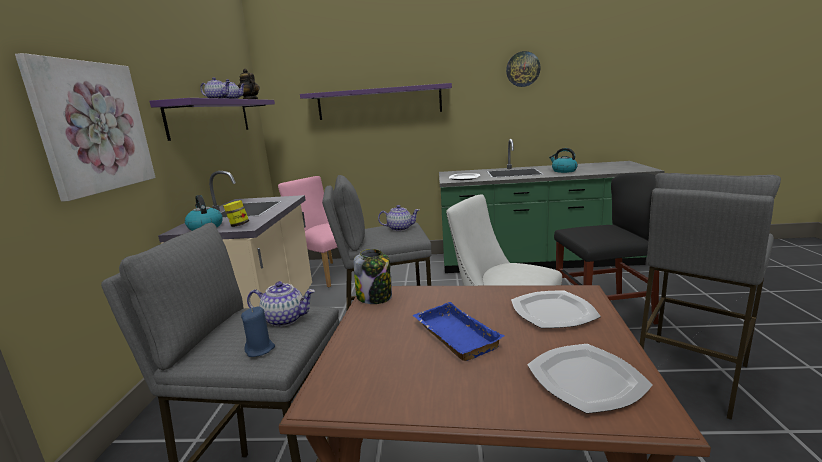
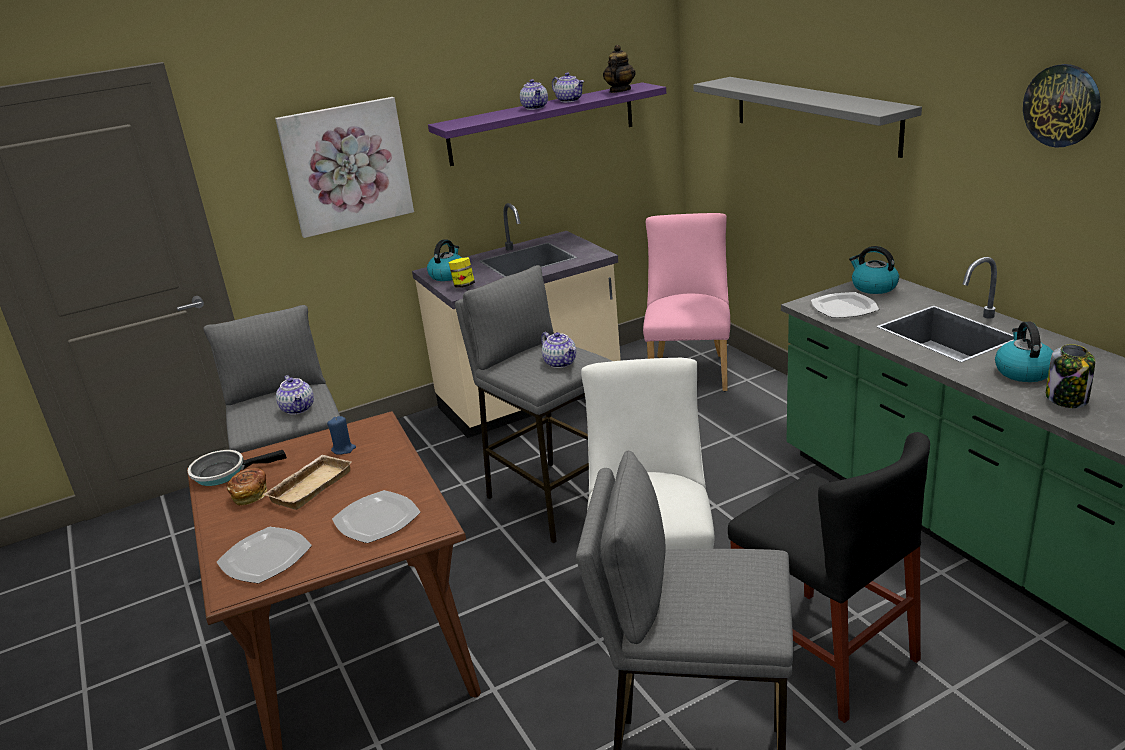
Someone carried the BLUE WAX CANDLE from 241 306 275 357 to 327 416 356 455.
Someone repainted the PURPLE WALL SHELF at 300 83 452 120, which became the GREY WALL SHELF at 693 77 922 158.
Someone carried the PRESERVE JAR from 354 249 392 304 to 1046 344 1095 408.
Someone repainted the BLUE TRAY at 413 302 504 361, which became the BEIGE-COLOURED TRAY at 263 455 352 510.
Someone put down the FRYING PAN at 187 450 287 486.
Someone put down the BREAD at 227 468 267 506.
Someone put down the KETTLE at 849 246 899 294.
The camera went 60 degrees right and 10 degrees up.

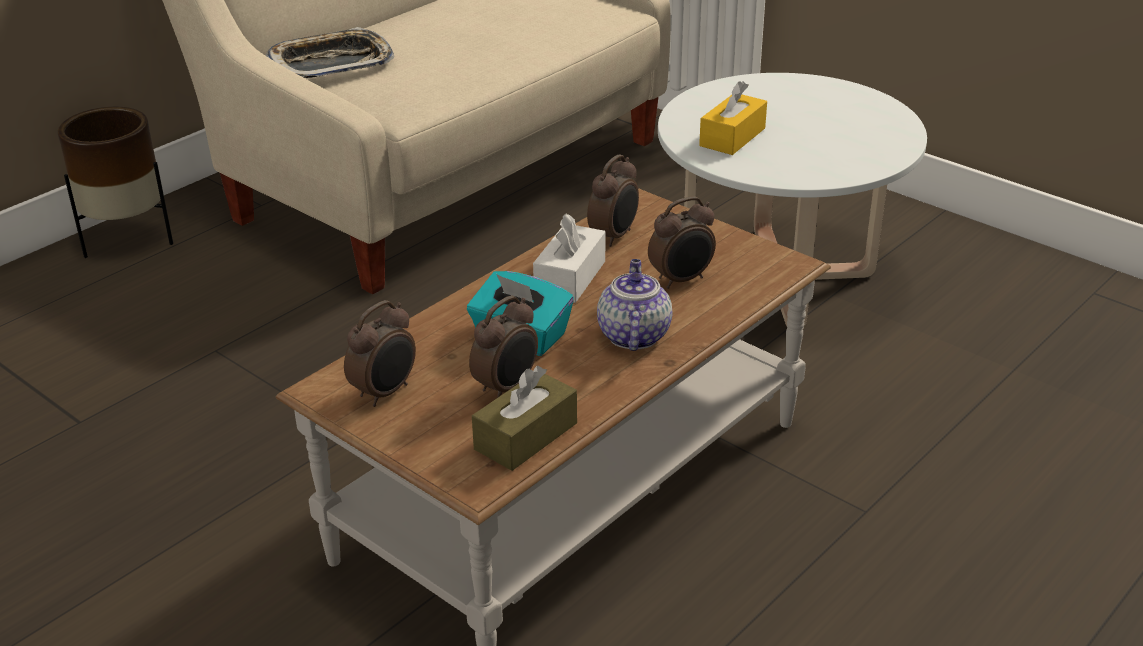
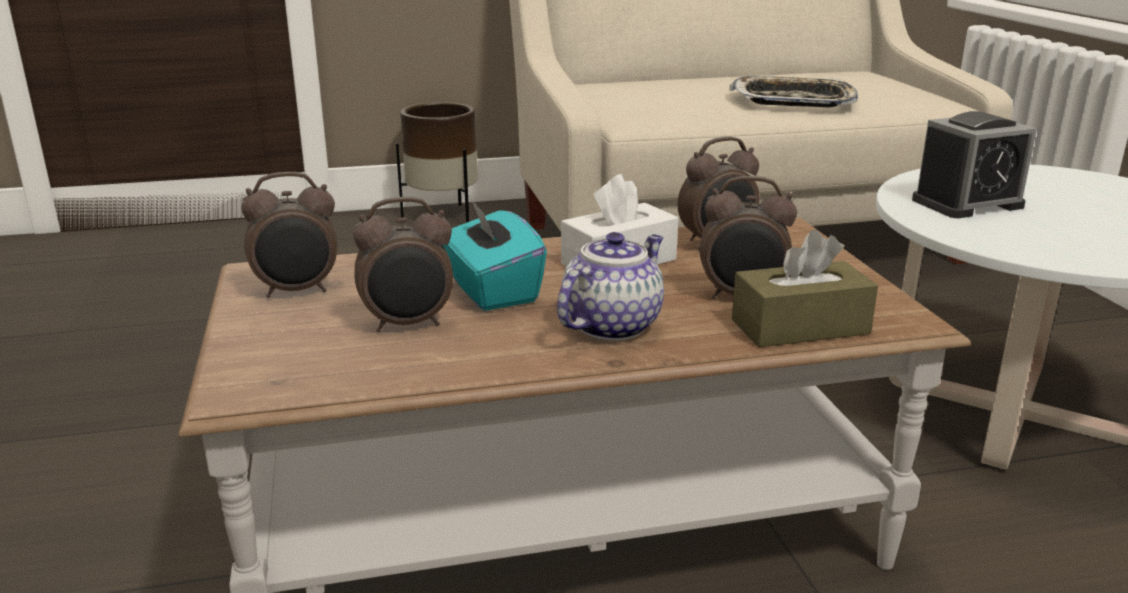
Someone carried the TRAY from 266 27 395 78 to 729 76 858 107.
Someone carried the BROWN-COLOURED TISSUE HOLDER from 472 366 577 471 to 732 230 878 347.
Someone swapped the YELLOW TISSUE HOLDER at 699 81 767 155 for the BEDSIDE CLOCK at 912 111 1037 218.
The camera went 35 degrees right and 10 degrees down.

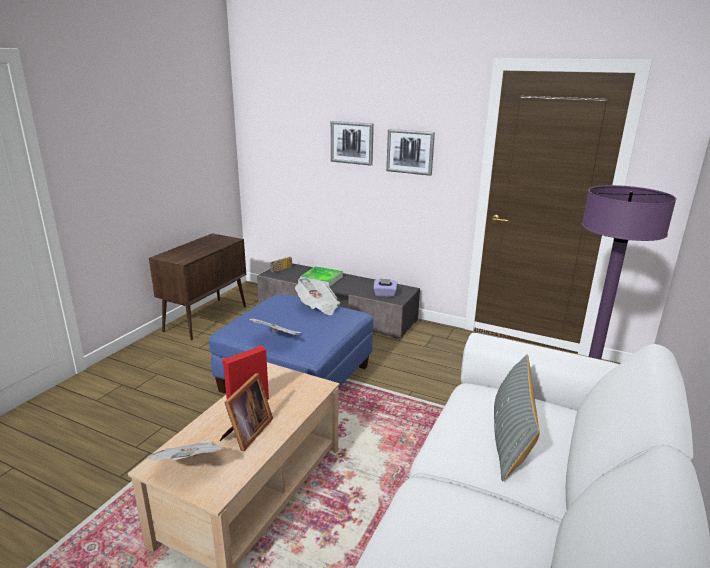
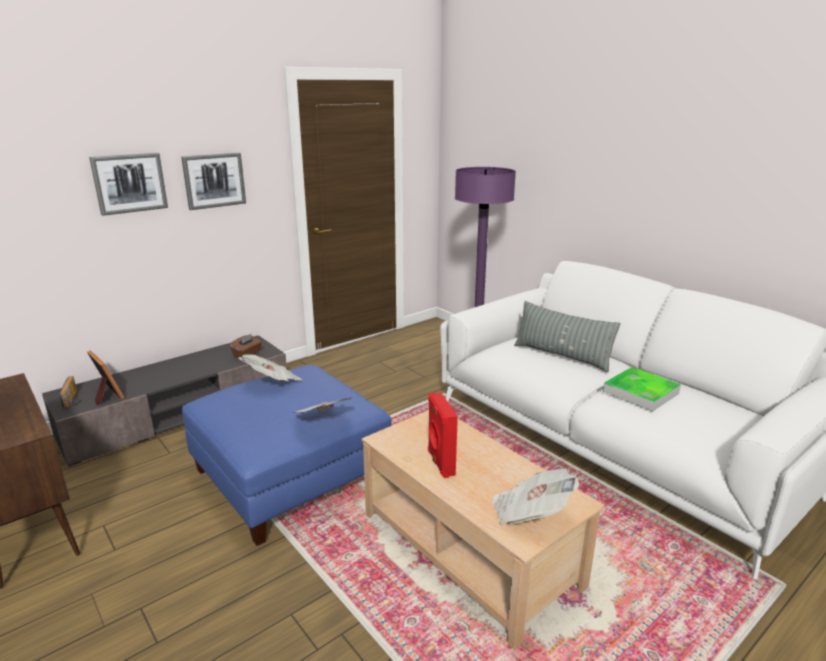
Someone carried the PHOTO FRAME from 220 373 273 451 to 87 350 125 406.
Someone carried the TRAY from 300 266 343 287 to 603 367 681 412.
Someone repainted the PURPLE TISSUE HOLDER at 373 278 397 297, which became the BROWN-COLOURED TISSUE HOLDER at 229 334 262 358.
The camera went 65 degrees left and 0 degrees up.

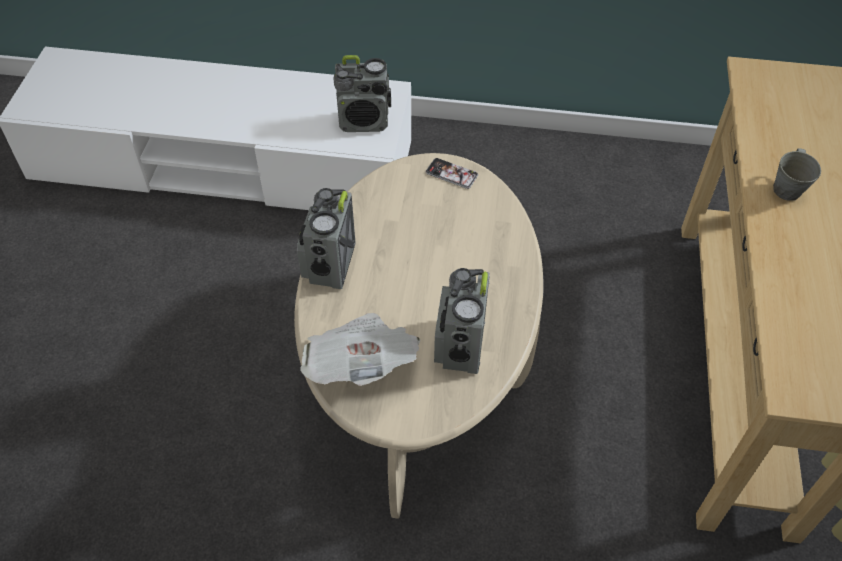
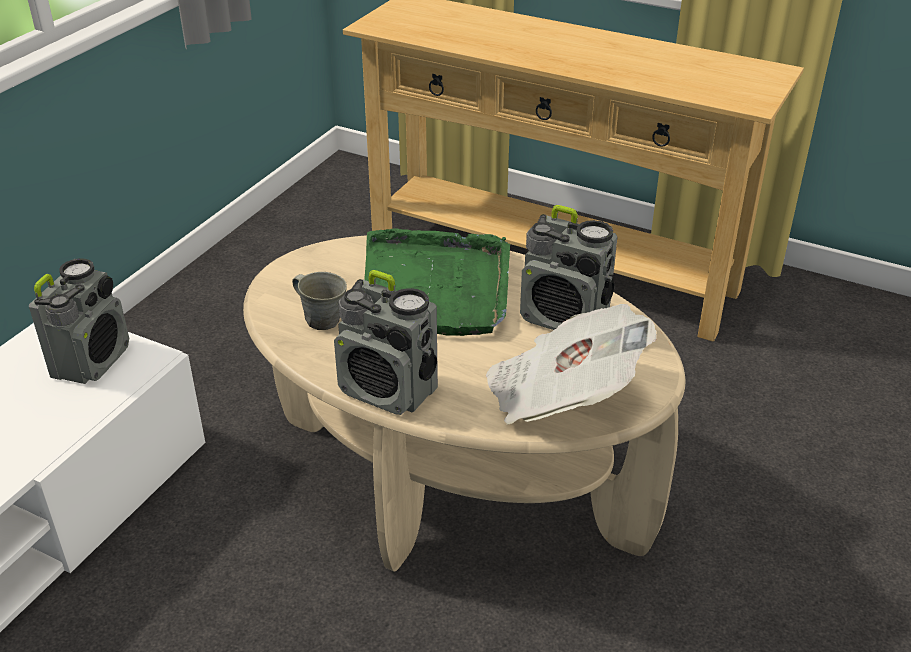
Someone took away the HANDSET at 426 158 478 189.
Someone carried the GREY MUG from 773 148 821 200 to 292 272 347 330.
Someone put down the GREEN-COLOURED TRAY at 364 229 510 336.
The camera went 70 degrees left and 15 degrees down.

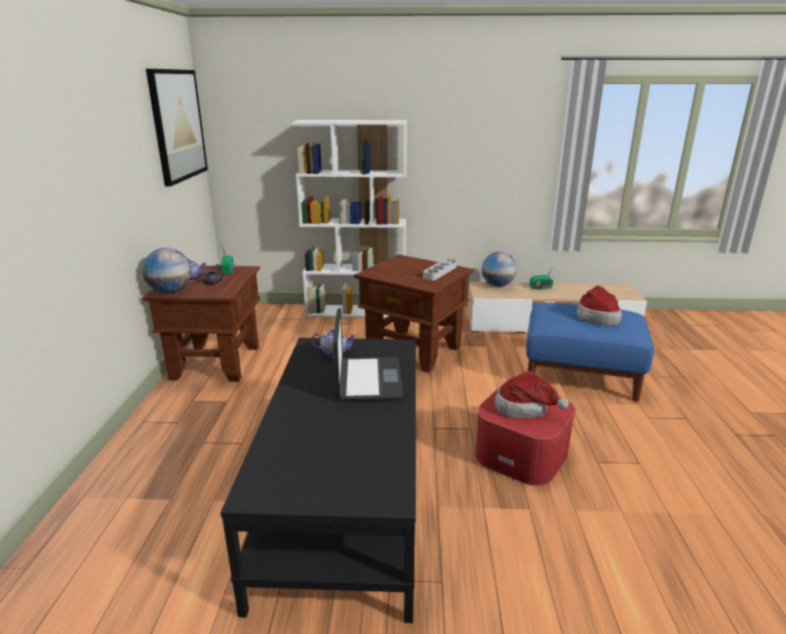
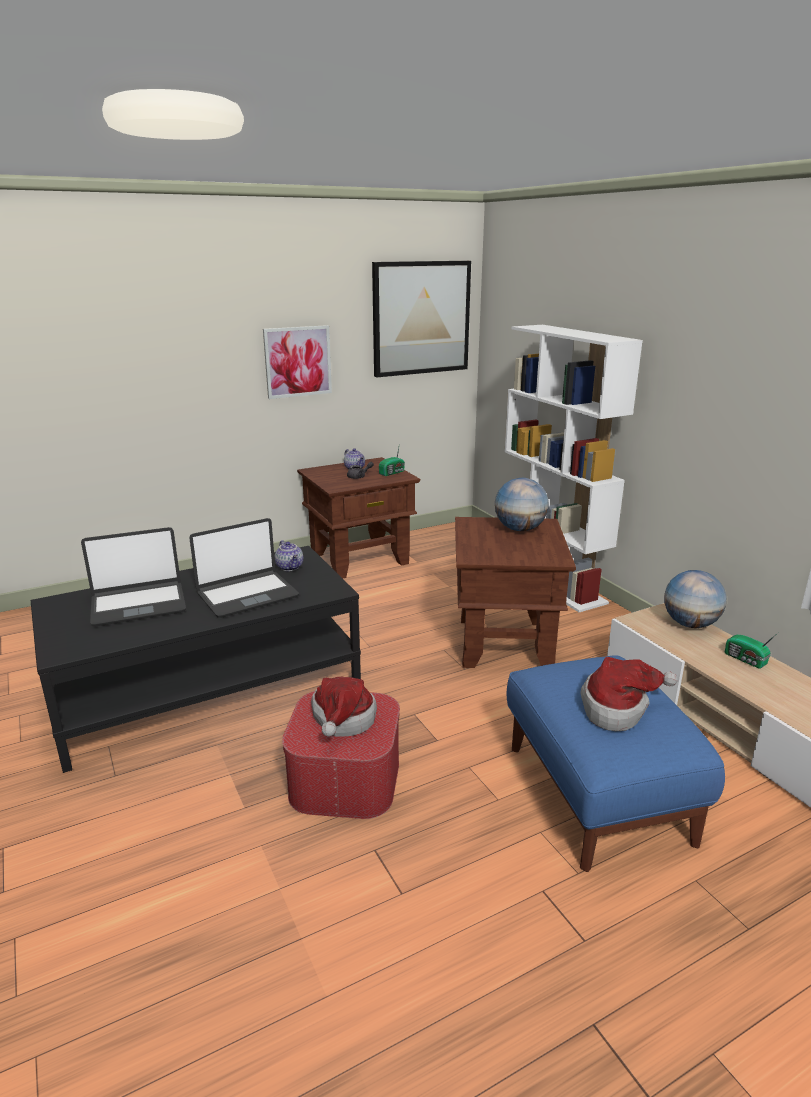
Someone carried the GLOBE from 142 248 191 293 to 495 478 549 531.
Someone took away the GREY TRAY at 423 259 457 280.
Someone put down the LAPTOP at 81 527 186 627.
Someone put up the WALL ART at 263 325 332 399.
The camera went 60 degrees right and 0 degrees up.

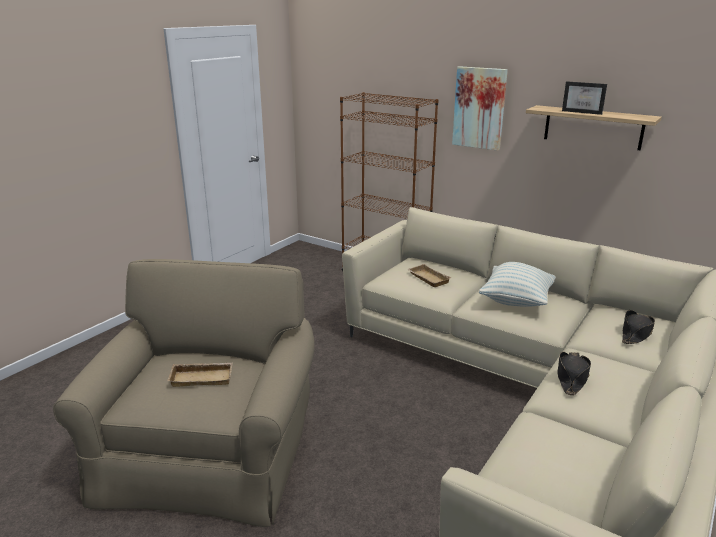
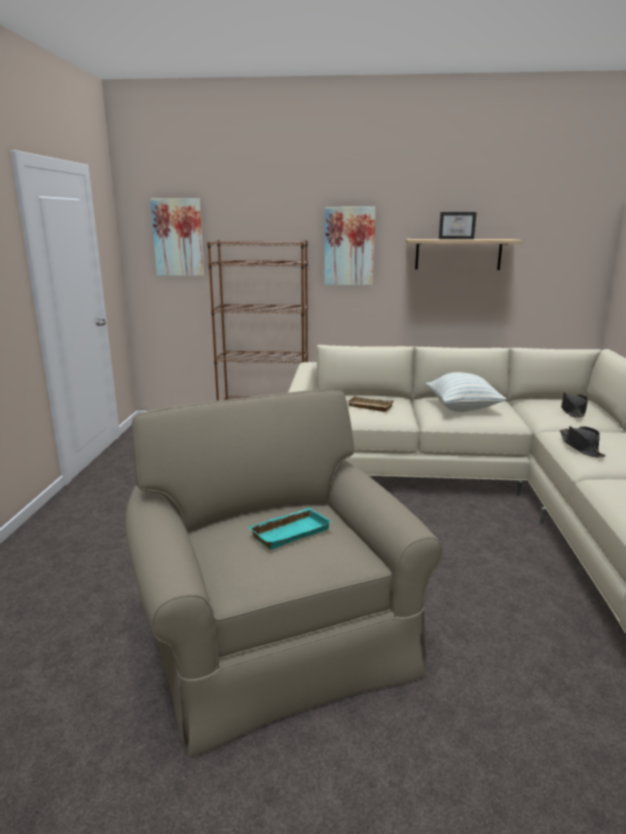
Someone repainted the BEIGE-COLOURED TRAY at 167 362 233 387, which became the TURQUOISE-COLOURED TRAY at 248 508 332 550.
Someone put up the WALL ART at 150 198 204 276.
The camera went 30 degrees left and 5 degrees down.

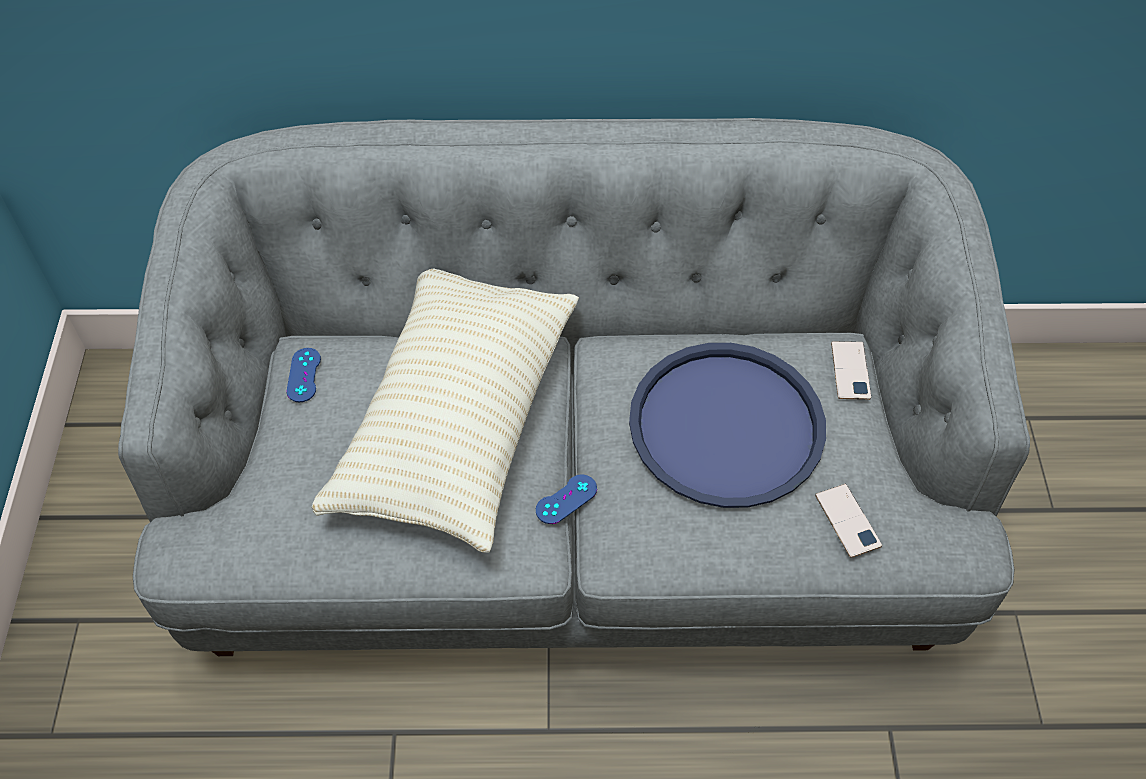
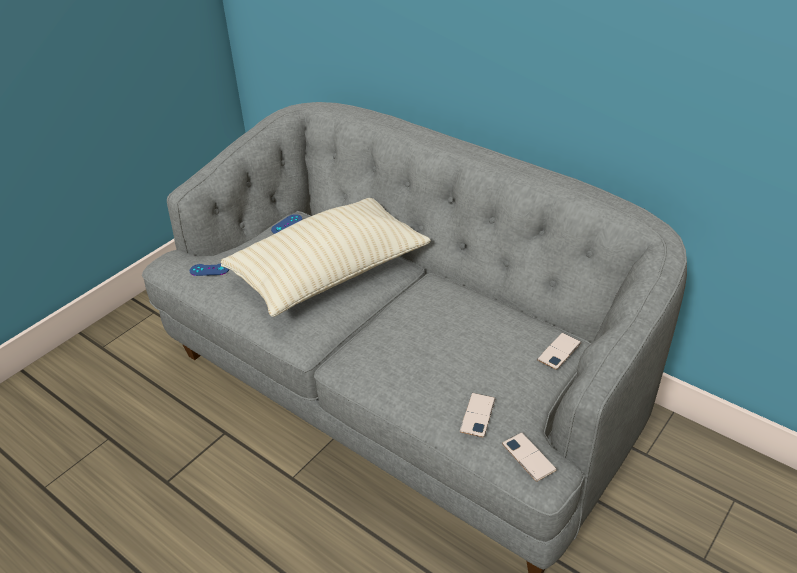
Someone carried the BLUE JOYPAD from 536 475 597 524 to 190 263 229 276.
Someone took away the BLUE TRAY at 629 343 826 508.
Someone put down the HANDSET at 502 432 557 482.
The camera went 40 degrees right and 15 degrees down.

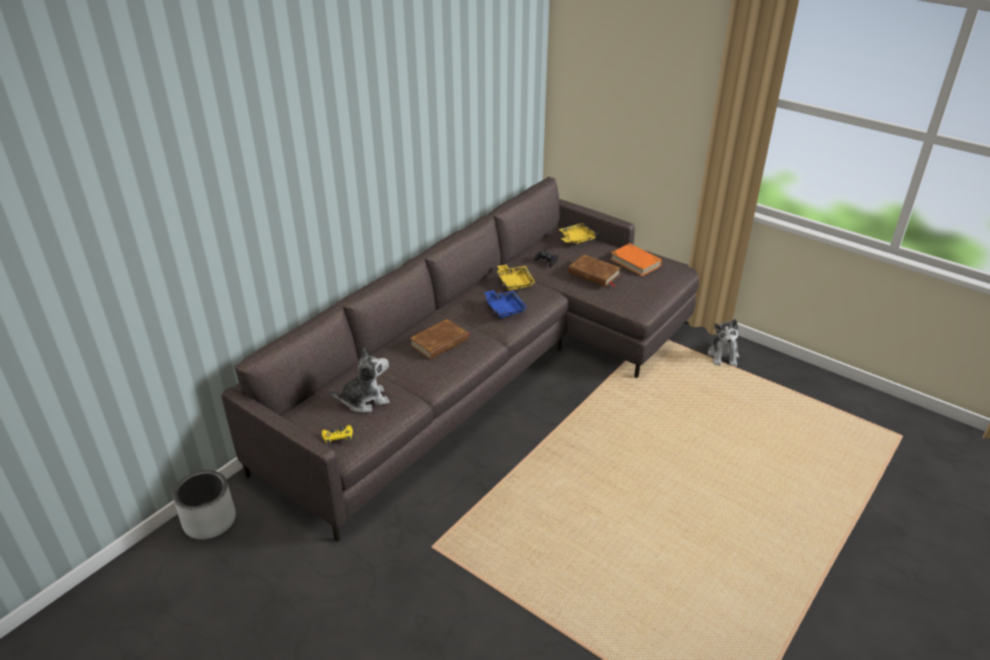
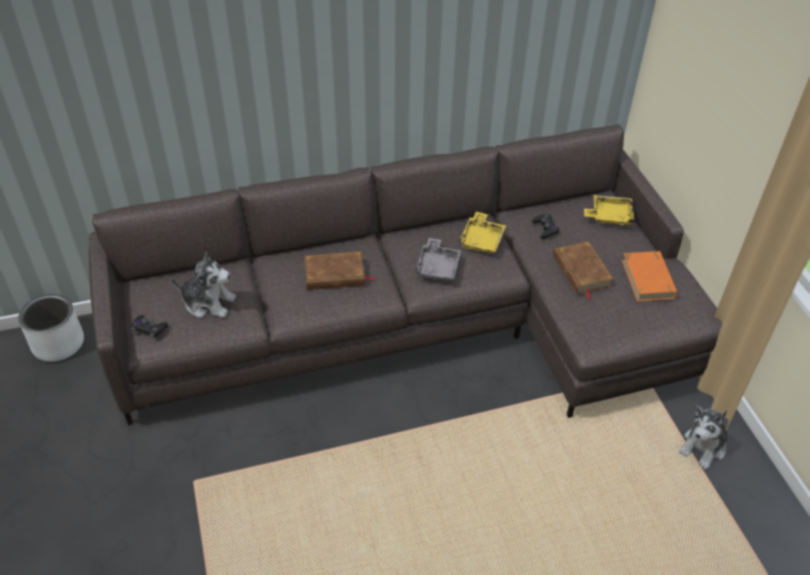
Someone repainted the YELLOW JOYPAD at 322 425 353 445, which became the BLACK-COLOURED JOYPAD at 131 315 168 340.
Someone repainted the BLUE TRAY at 484 290 527 318, which became the GREY TRAY at 415 238 461 280.
The camera went 35 degrees right and 10 degrees up.

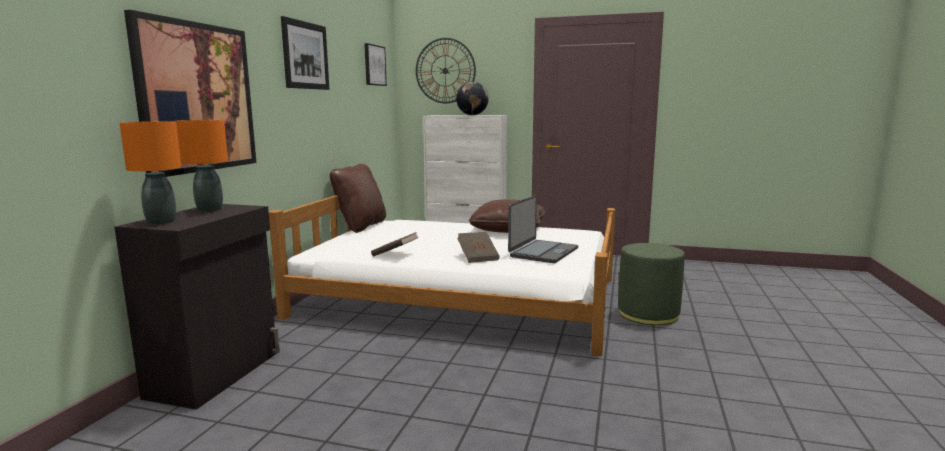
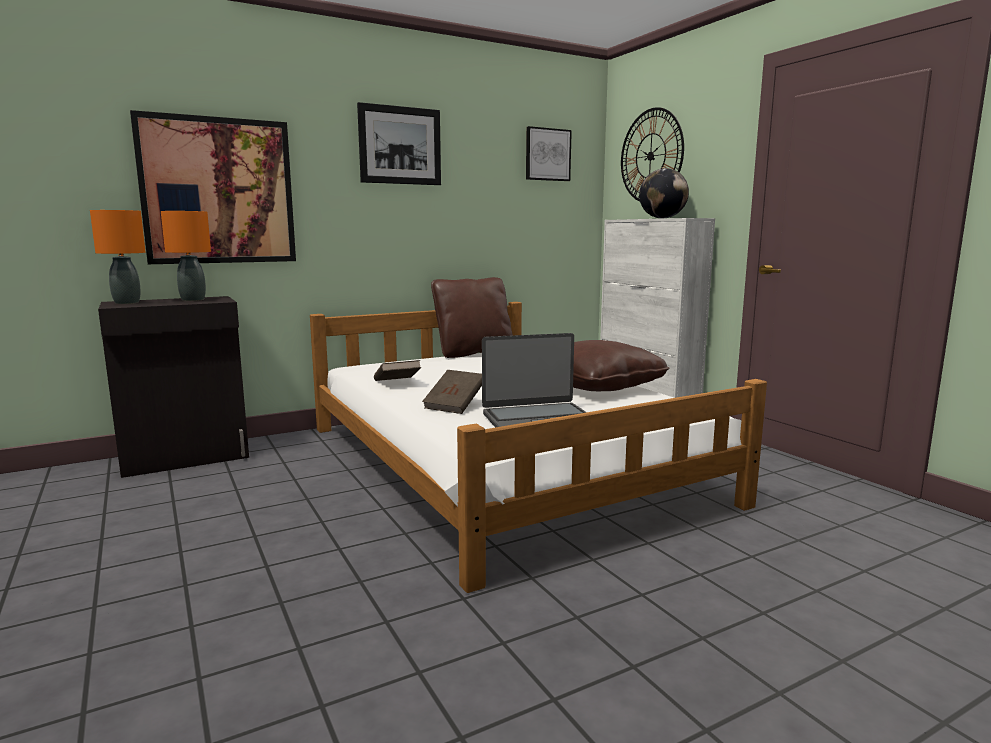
Someone took away the GREEN-COLOURED OTTOMAN at 618 243 685 325.
The camera went 45 degrees right and 0 degrees up.

